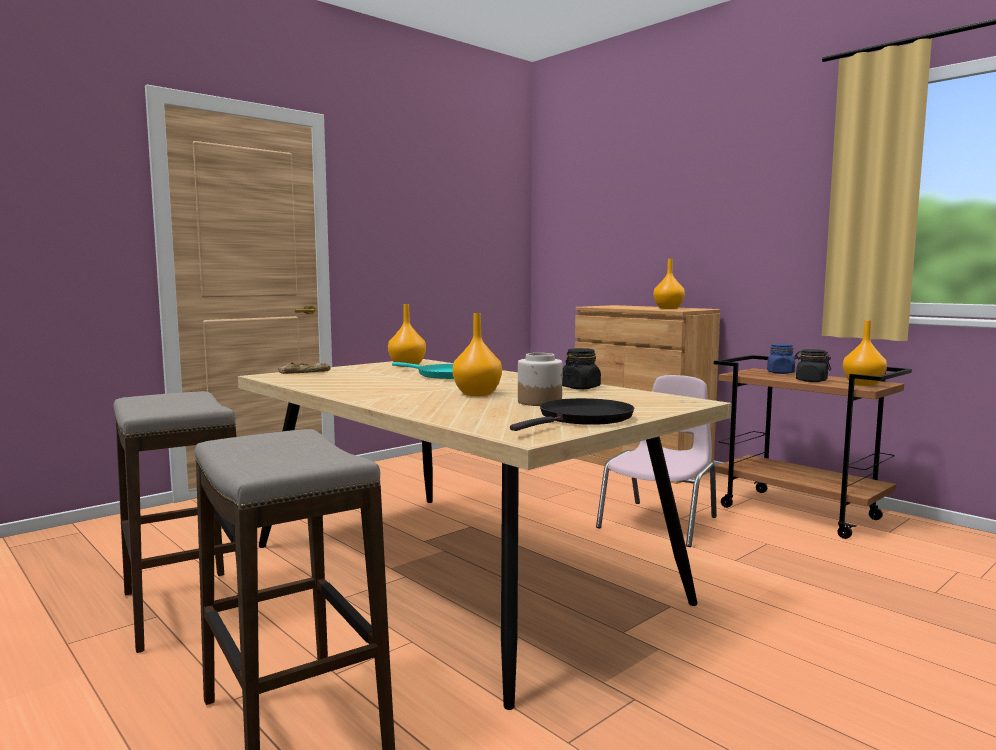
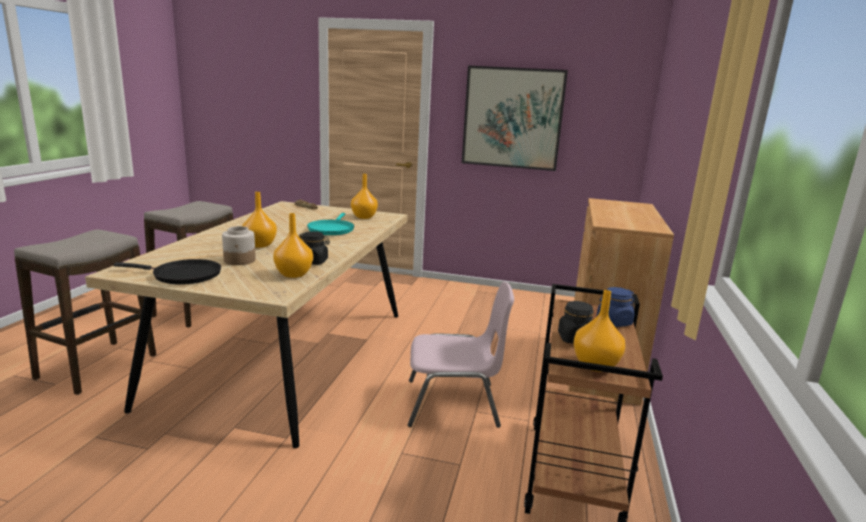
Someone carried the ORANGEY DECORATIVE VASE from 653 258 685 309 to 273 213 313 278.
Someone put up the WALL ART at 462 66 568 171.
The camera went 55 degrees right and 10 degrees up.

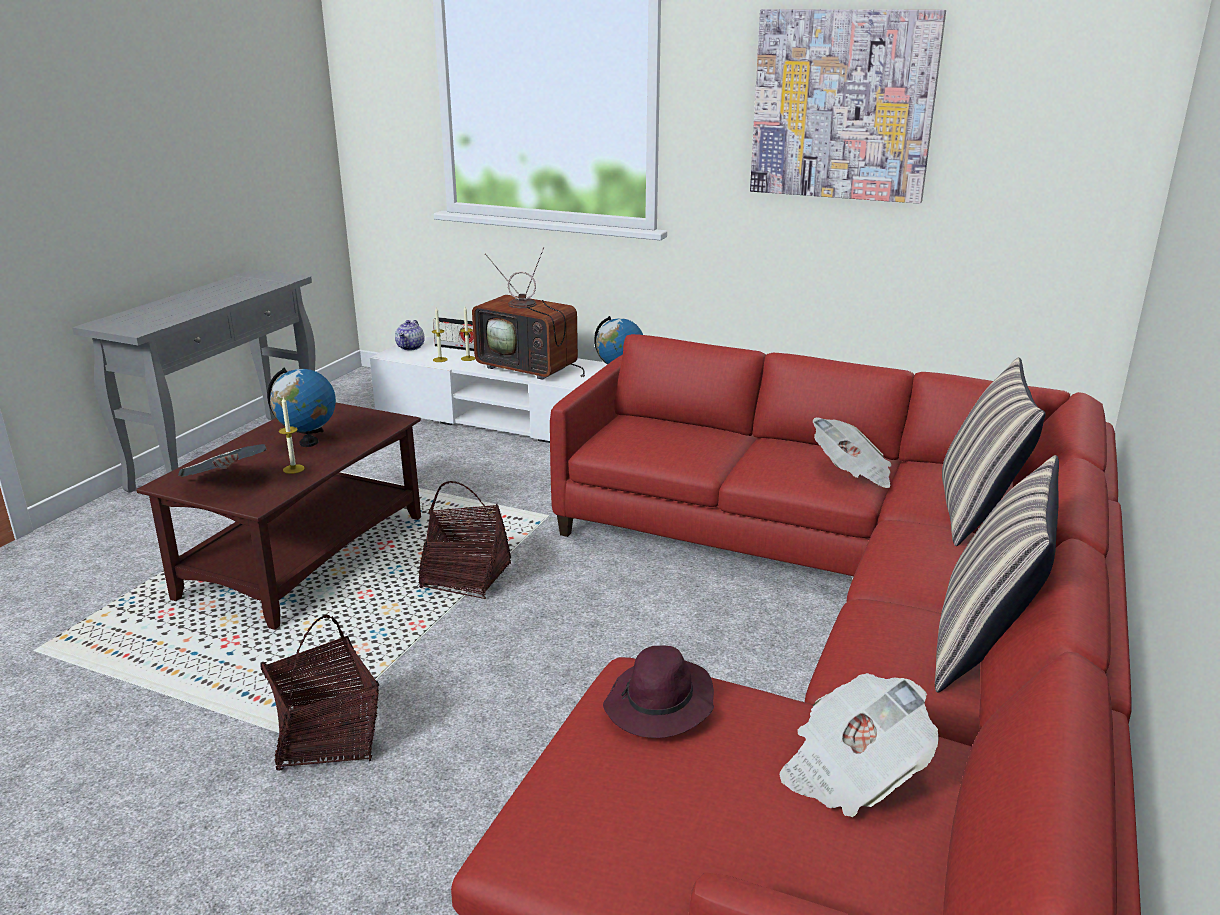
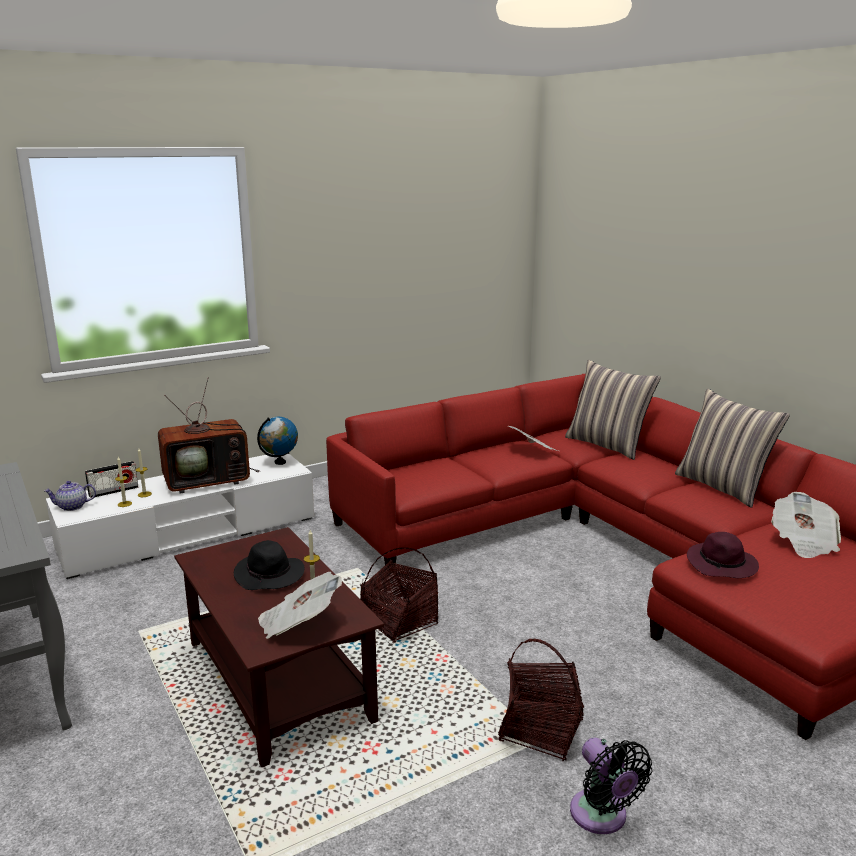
Someone swapped the GLOBE at 267 367 336 447 for the BLACK-COLOURED CLOTHING HAT at 234 540 305 590.
Someone rotated the TEA POT at 395 320 424 350 by 120 degrees clockwise.
Someone took away the WALL ART at 750 9 946 204.
Someone put down the BLACK-COLOURED ELECTRIC FAN at 570 738 652 834.
The camera went 55 degrees left and 5 degrees down.

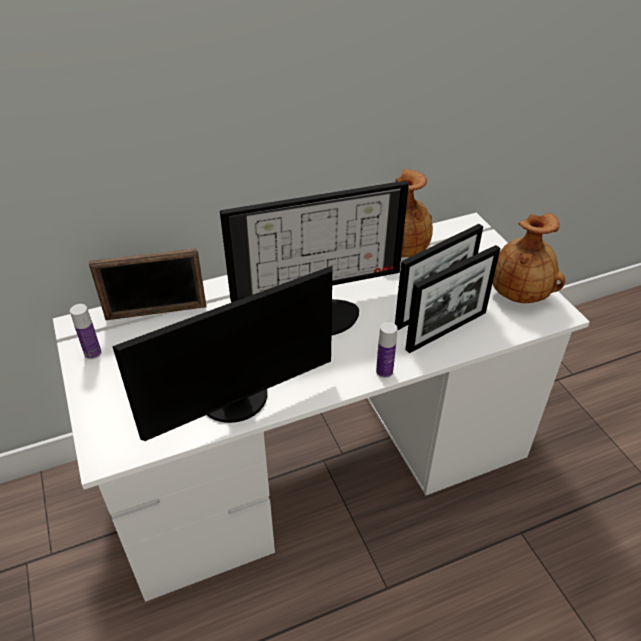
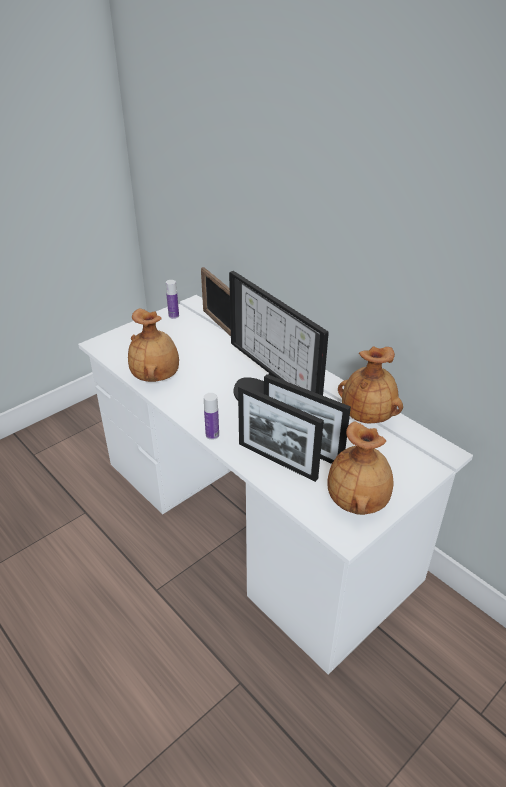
Someone swapped the COMPUTER DISPLAY at 112 266 332 441 for the BROWN-COLOURED DECORATIVE VASE at 128 308 179 382.
The camera went 70 degrees right and 5 degrees down.

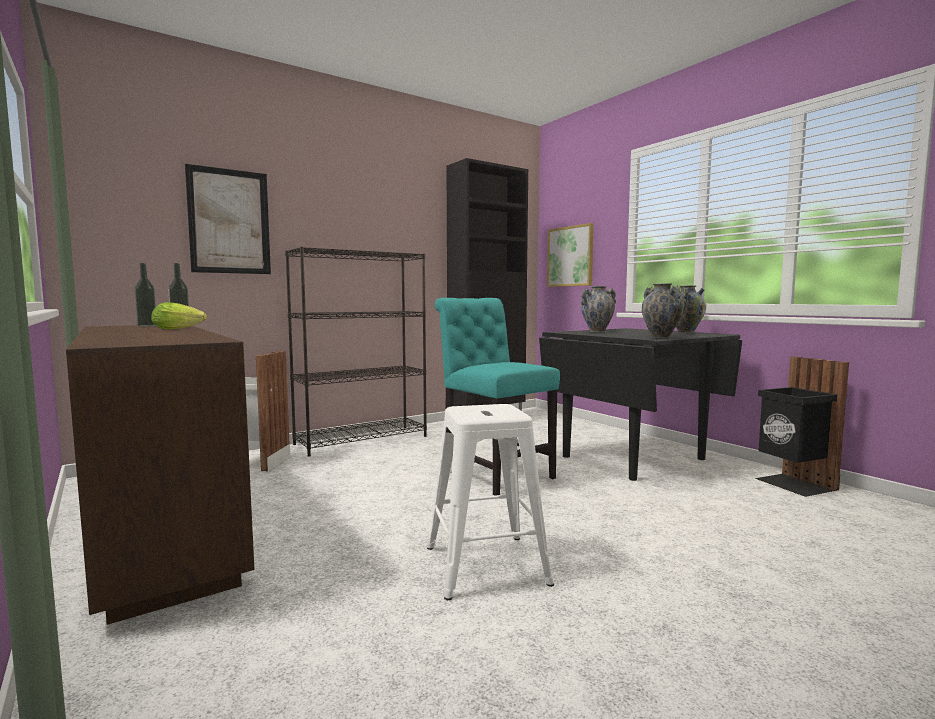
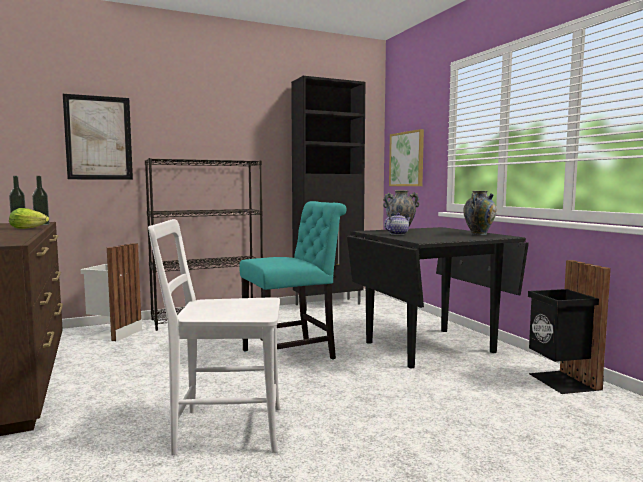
Someone swapped the WHITE-COLOURED STOOL at 427 404 554 600 for the WHITE-COLOURED CHAIR at 148 219 281 455.
Someone rotated the TURQUOISE-COLOURED CHAIR at 435 298 560 496 by 90 degrees clockwise.
Someone took away the DECORATIVE VASE at 642 283 683 338.
Someone put down the TEA POT at 384 213 411 235.
The camera went 10 degrees right and 0 degrees up.

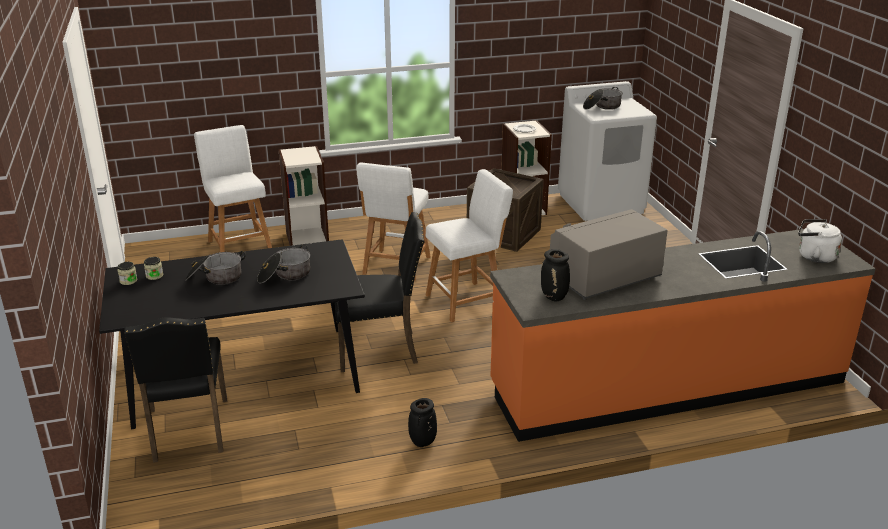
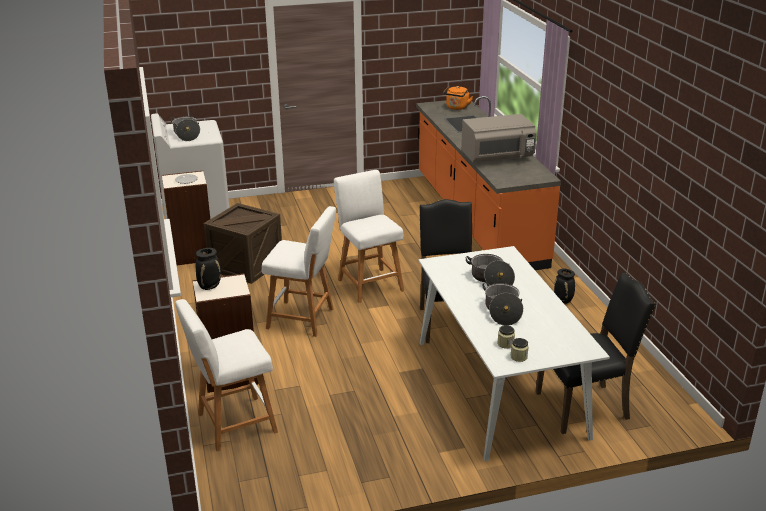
Someone repainted the BLACK-COLOURED KITCHEN TABLE at 99 239 365 429, which became the WHITE-COLOURED KITCHEN TABLE at 419 246 610 461.
Someone carried the BLACK-COLOURED DECORATIVE VASE from 541 249 570 302 to 195 248 221 290.
Someone rotated the GREY MICROWAVE OVEN at 550 209 668 300 by 75 degrees counterclockwise.
Someone repainted the WHITE-COLOURED KETTLE at 798 219 842 263, which became the ORANGEY KETTLE at 444 86 473 110.
The camera went 90 degrees left and 0 degrees up.

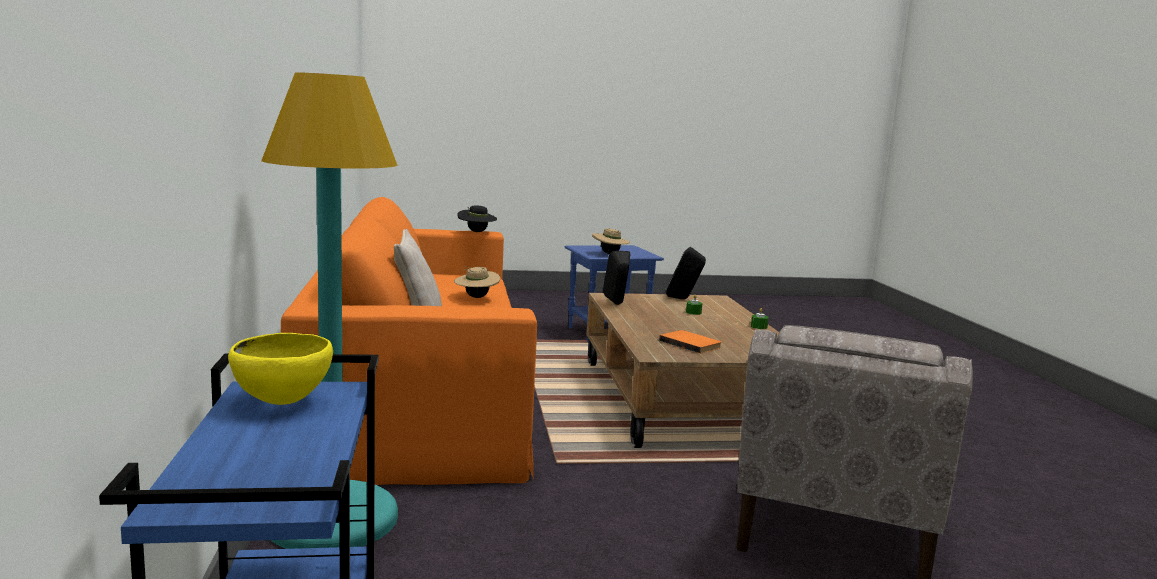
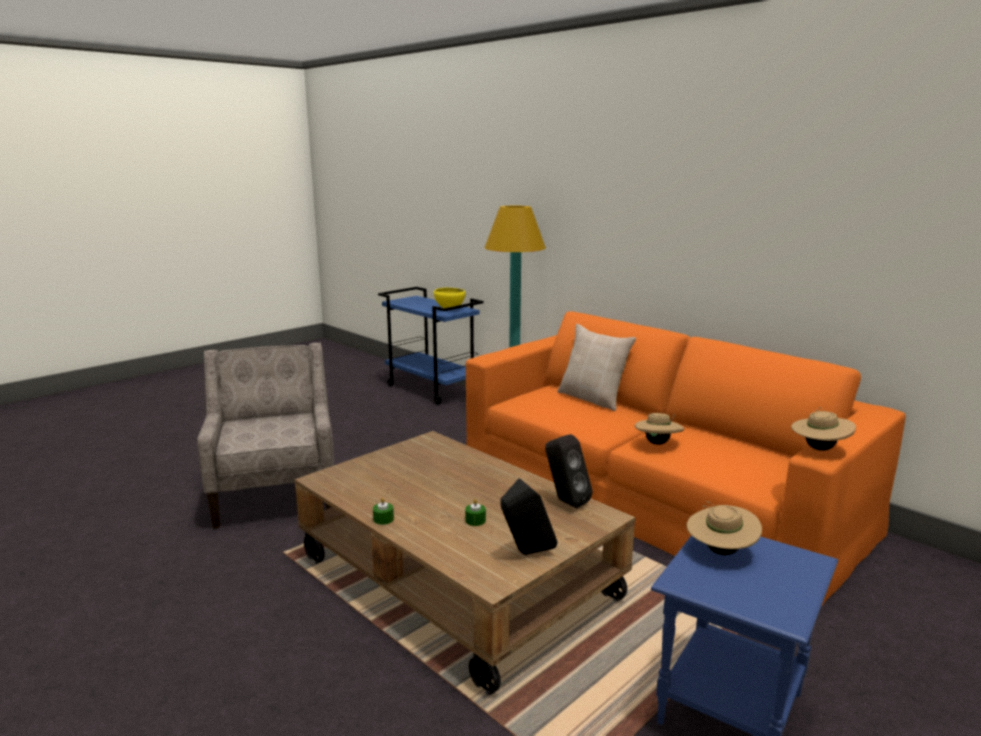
Someone repainted the BLACK-COLOURED CLOTHING HAT at 457 206 497 232, which became the BEIGE-COLOURED CLOTHING HAT at 791 407 856 451.
Someone took away the ORANGEY BOUND BOOK at 659 330 721 354.
The camera went 145 degrees right and 5 degrees up.

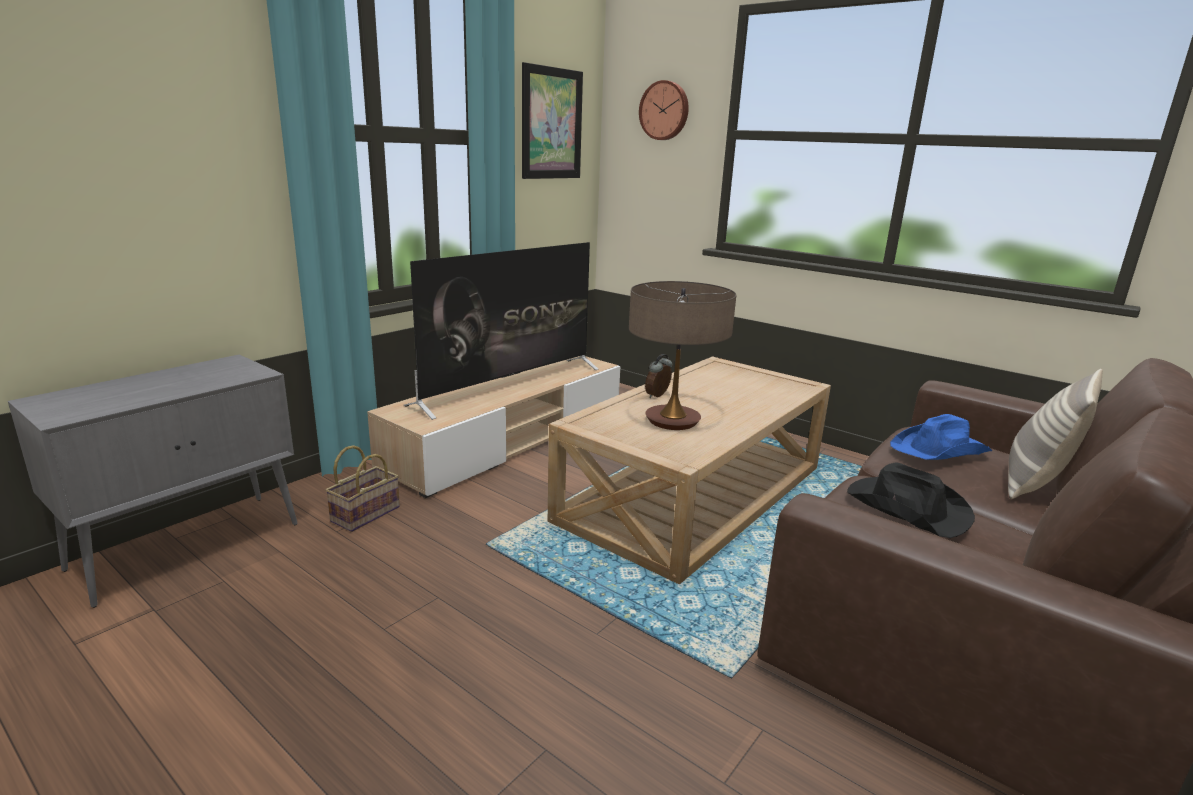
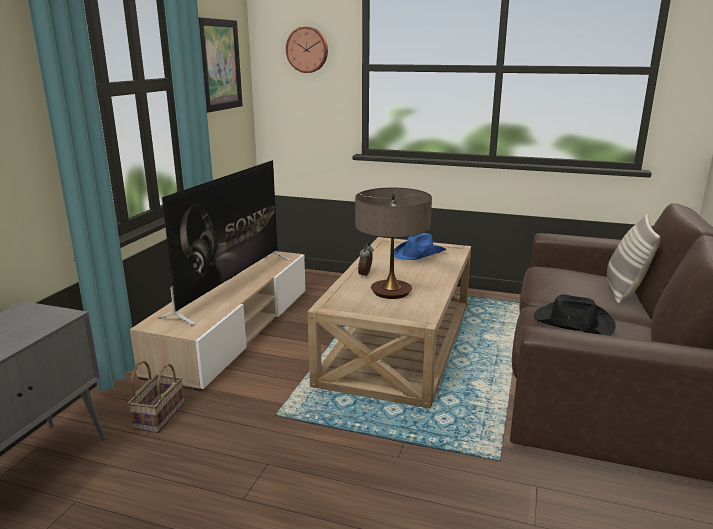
Someone carried the BLUE CLOTHING HAT from 890 414 993 460 to 394 233 446 260.
The camera went 20 degrees left and 0 degrees up.

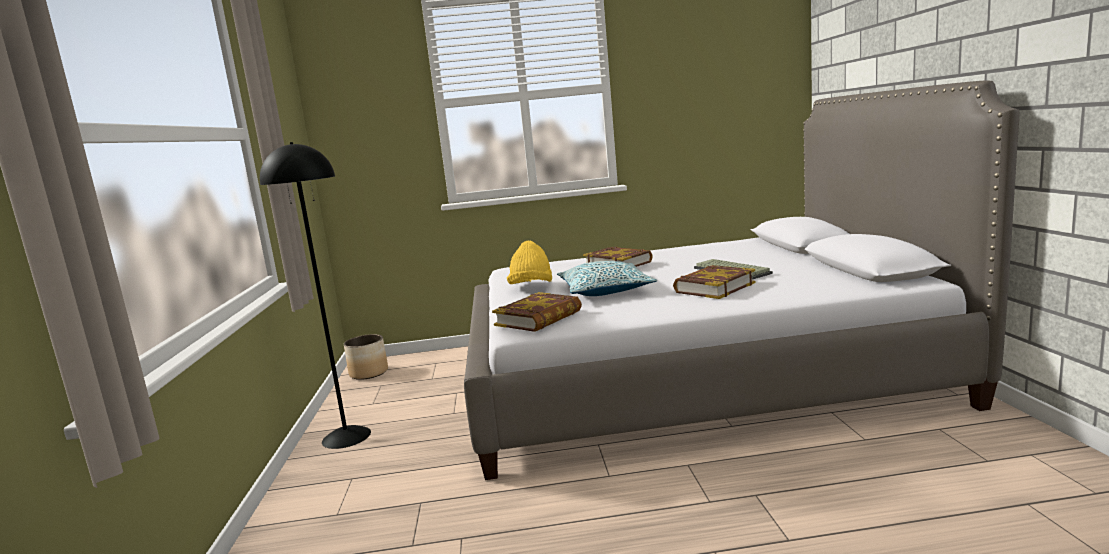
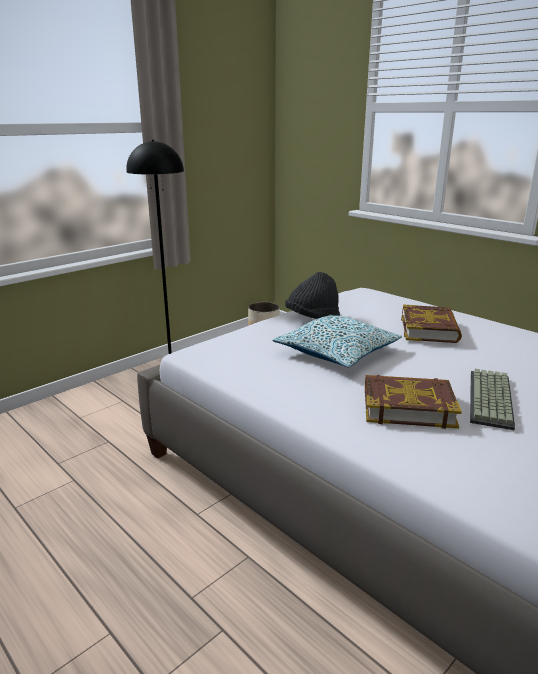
Someone took away the BOUND BOOK at 492 292 582 332.
Someone repainted the YELLOW CLOTHING HAT at 507 241 552 284, which became the BLACK-COLOURED CLOTHING HAT at 285 272 340 319.
The camera went 50 degrees right and 10 degrees up.

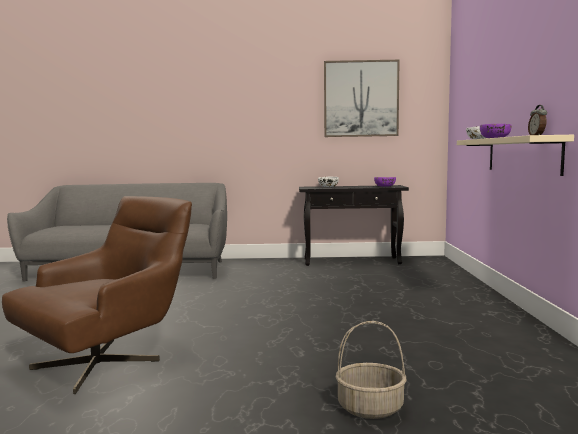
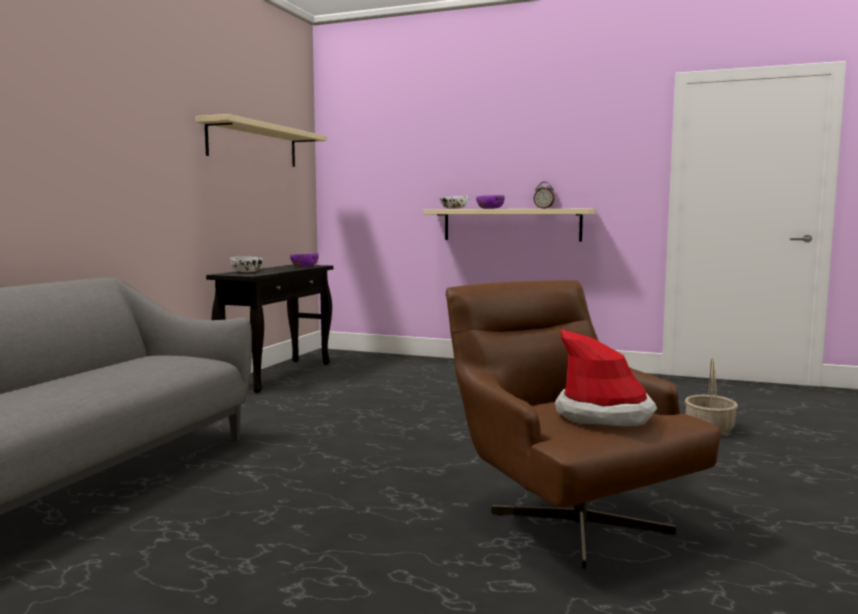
Someone swapped the WALL ART at 324 60 400 137 for the BEIGE-COLOURED WALL SHELF at 195 114 327 167.
Someone put down the CLOTHING HAT at 555 329 657 426.
The camera went 70 degrees left and 0 degrees up.

